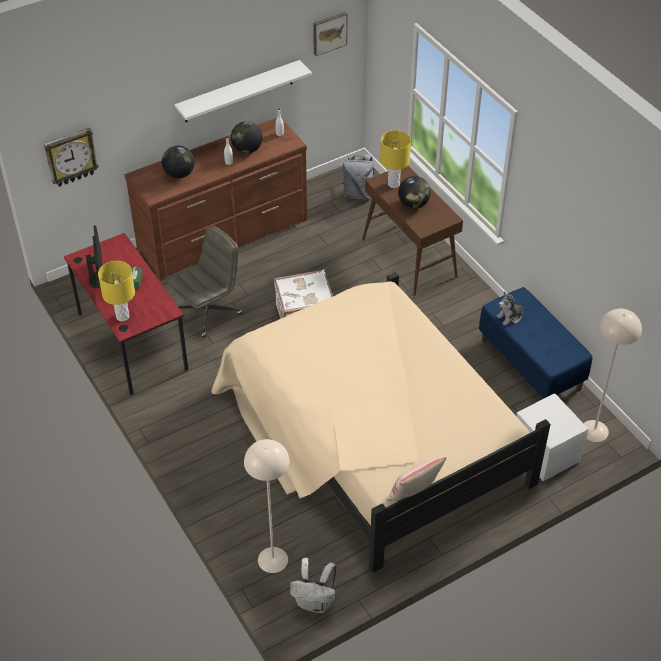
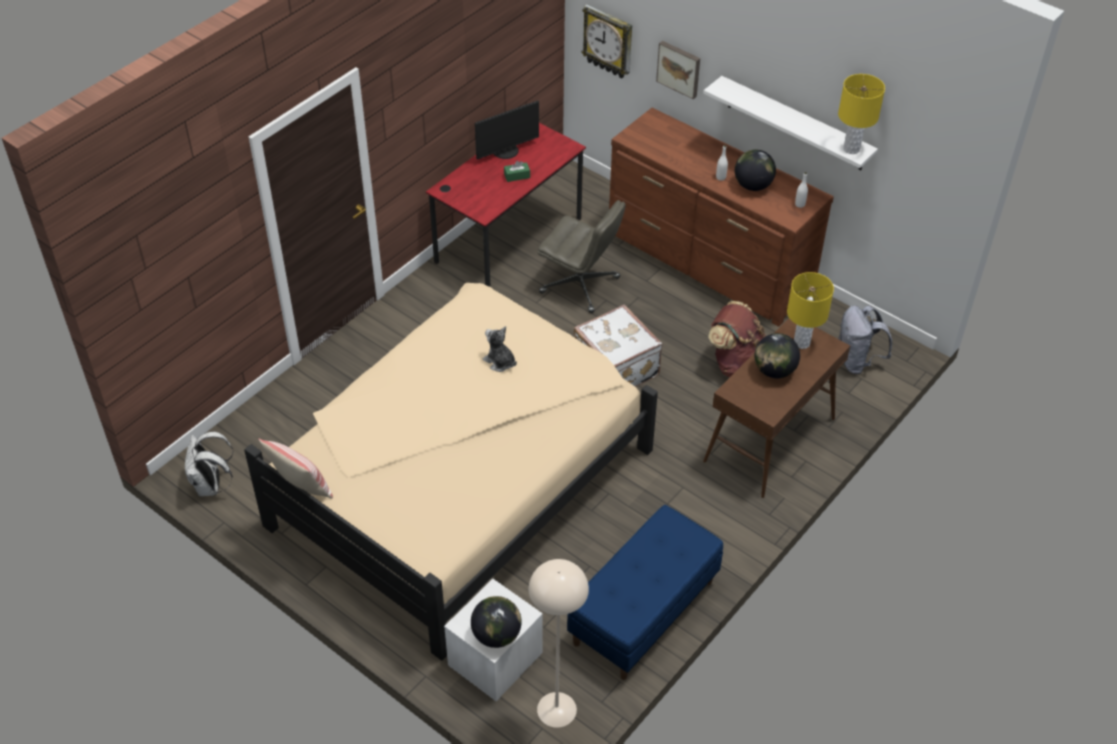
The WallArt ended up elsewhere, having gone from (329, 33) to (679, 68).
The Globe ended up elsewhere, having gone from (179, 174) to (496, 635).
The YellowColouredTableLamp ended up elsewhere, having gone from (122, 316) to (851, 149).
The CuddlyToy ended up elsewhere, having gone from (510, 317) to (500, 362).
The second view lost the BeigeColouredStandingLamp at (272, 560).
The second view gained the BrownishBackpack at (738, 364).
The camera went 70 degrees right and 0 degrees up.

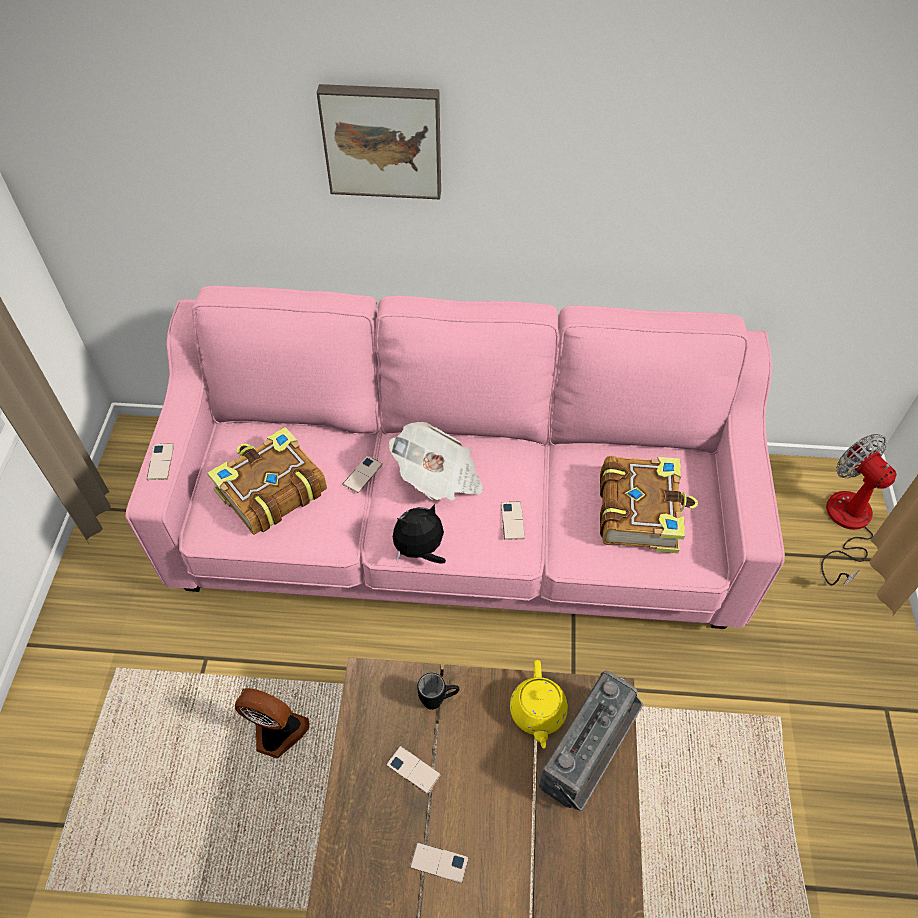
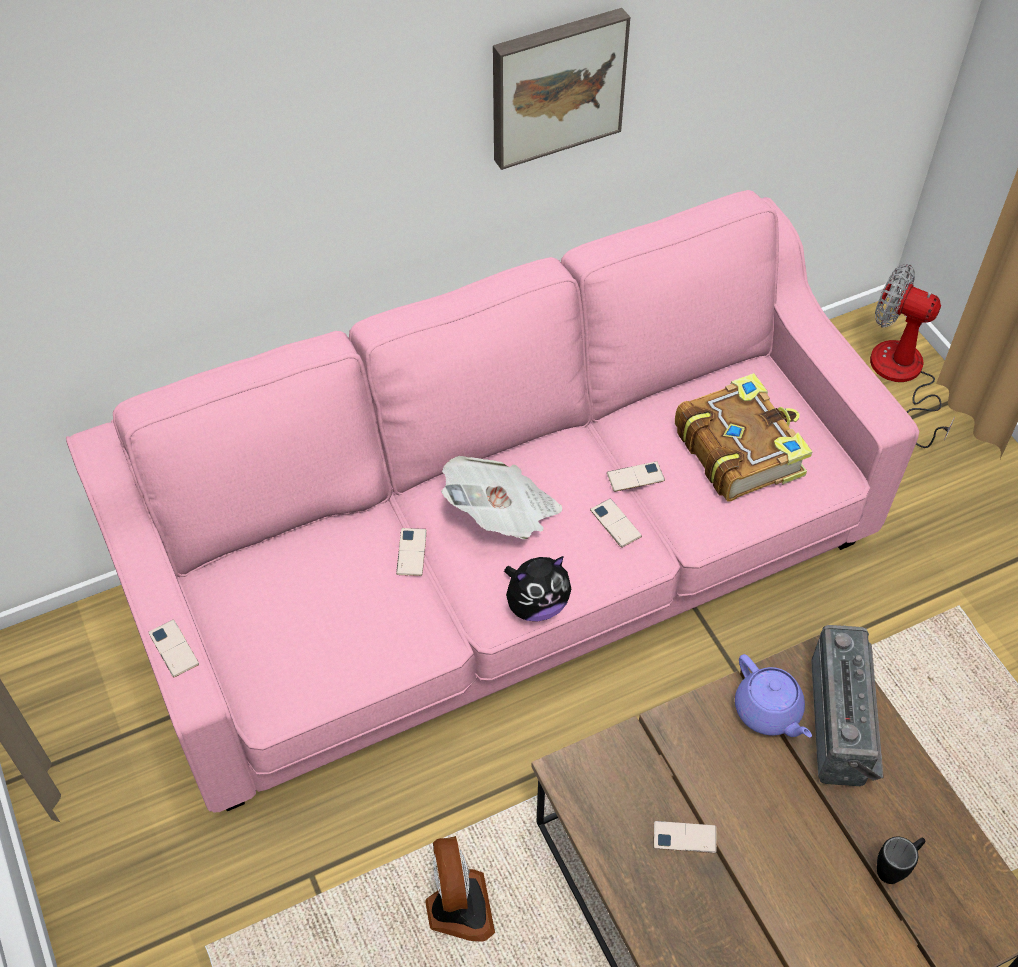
The WallArt ended up elsewhere, having gone from (383, 140) to (556, 85).
The second view lost the BoundBook at (270, 491).
The CuddlyToy at (420, 551) ended up facing another way, 150 degrees counterclockwise from before.
What was the YellowColouredTeapot at (537, 713) turned into the PurpleTeapot at (768, 712).
The BlackCoffeeMug ended up elsewhere, having gone from (439, 700) to (895, 867).
The Fan at (277, 733) ended up facing another way, 90 degrees clockwise from before.
The Handset ended up elsewhere, having gone from (439, 862) to (635, 477).
The camera went 30 degrees left and 0 degrees up.

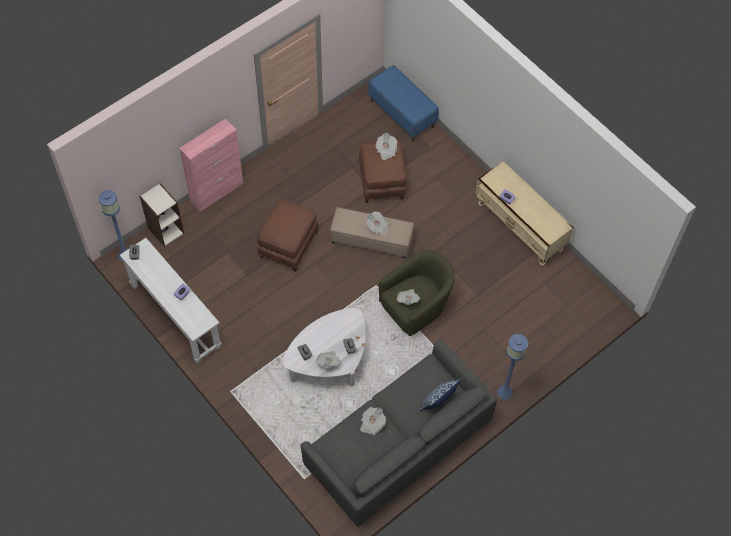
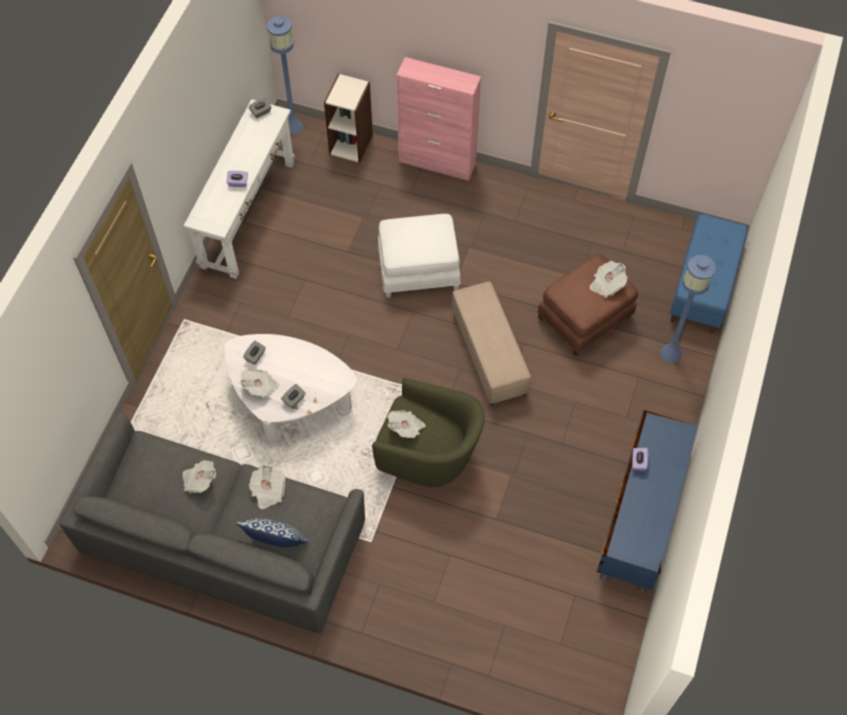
What was the BeigeColouredTvUnit at (519, 226) turned into the BluishTvUnit at (640, 517).
What was the BrownishOttoman at (288, 244) turned into the WhiteColouredOttoman at (418, 269).
The Newspaper ended up elsewhere, having gone from (377, 227) to (268, 491).
The BluishStandingLamp ended up elsewhere, having gone from (504, 392) to (670, 352).
The camera went 60 degrees right and 0 degrees up.

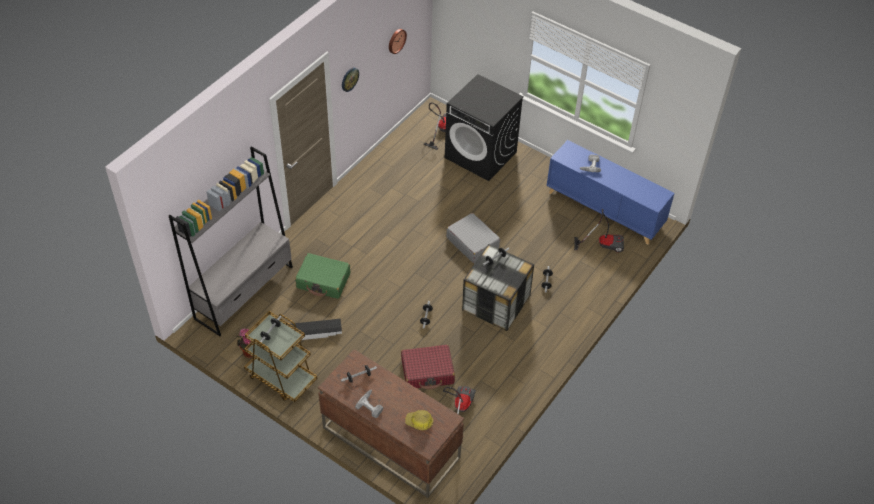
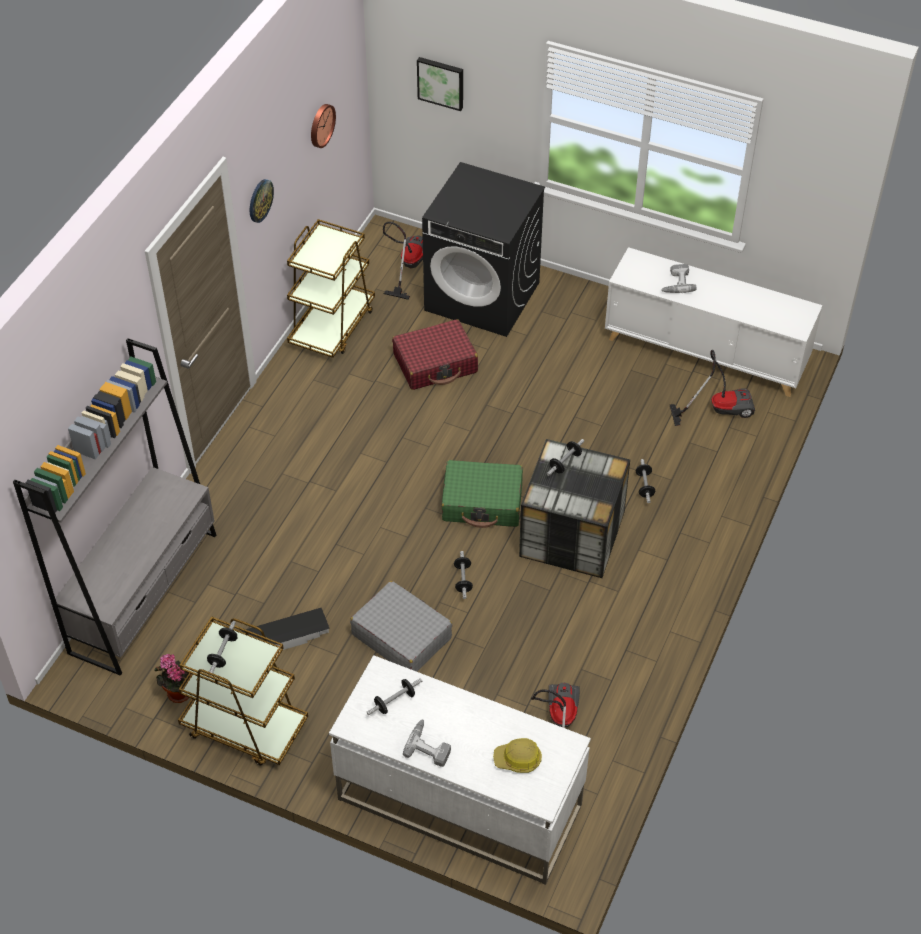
What was the BluishStorageCabinet at (604, 210) turned into the WhiteColouredStorageCabinet at (706, 352).
The GreyPieceOfLuggage ended up elsewhere, having gone from (472, 243) to (401, 636).
The GreenColouredPieceOfLuggage ended up elsewhere, having gone from (323, 281) to (482, 502).
The ReddishPieceOfLuggage ended up elsewhere, having gone from (427, 372) to (435, 363).
What was the BrownishDeskUnit at (390, 442) turned into the WhiteColouredDeskUnit at (458, 802).
The second view gained the WallArt at (441, 82).
The second view gained the BrownishCart at (332, 326).
The camera went 10 degrees left and 0 degrees up.

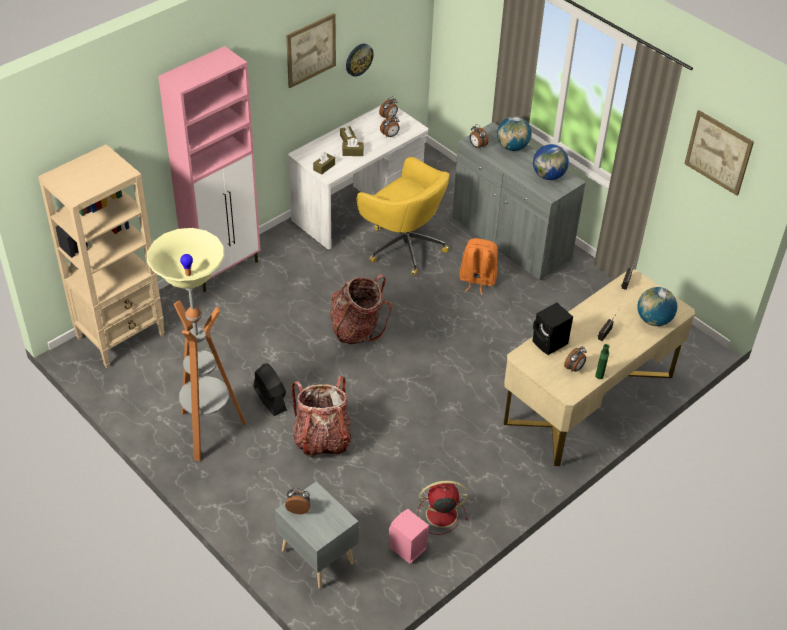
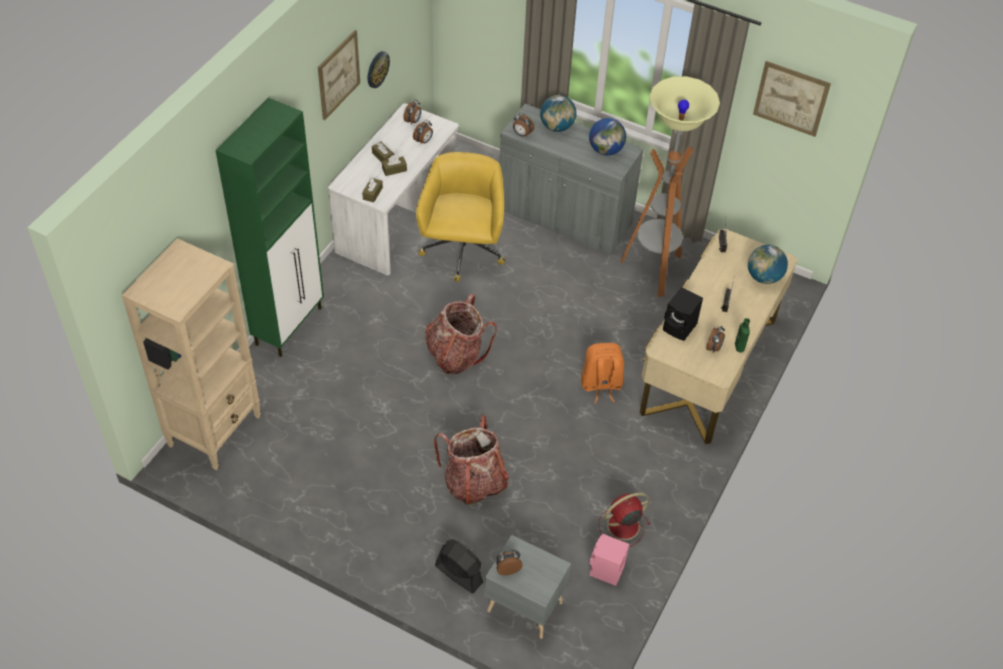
What was the PinkStorageCabinet at (224, 269) turned into the GreenColouredStorageCabinet at (289, 325).
The YellowColouredOfficeChair at (403, 246) ended up facing another way, 105 degrees counterclockwise from before.
The StandingLamp ended up elsewhere, having gone from (208, 431) to (653, 270).
The OrangeyBackpack ended up elsewhere, having gone from (477, 280) to (601, 385).
The BlackFan ended up elsewhere, having gone from (270, 399) to (459, 574).
The camera went 20 degrees left and 5 degrees up.

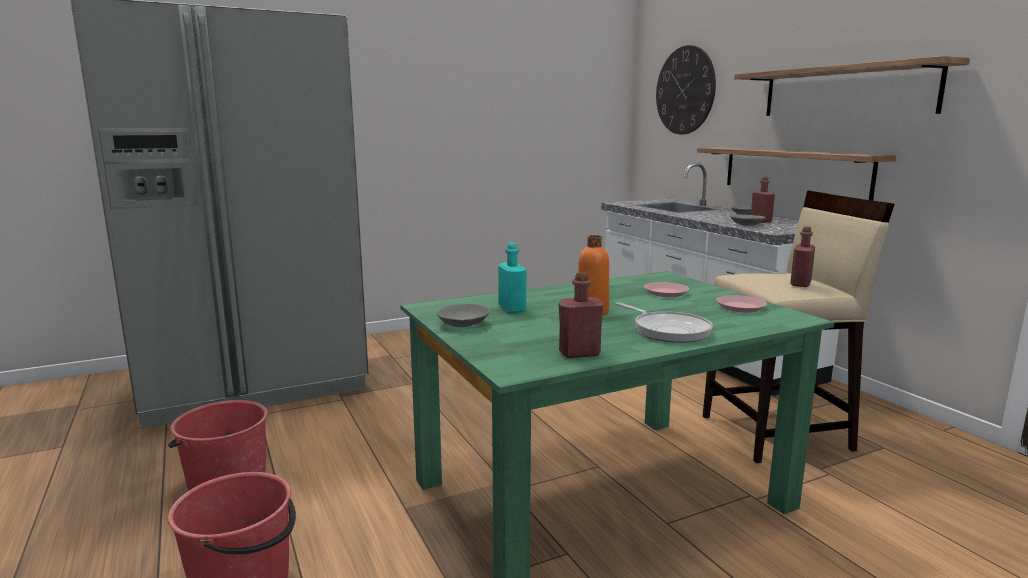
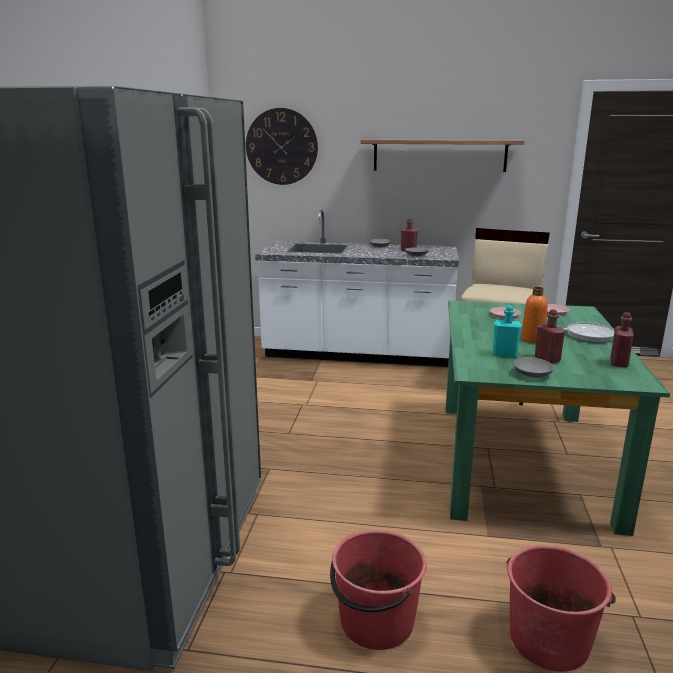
The second view lost the Shelf at (794, 171).
The ReddishBeverageBottle ended up elsewhere, having gone from (800, 284) to (547, 359).
The camera went 55 degrees left and 5 degrees up.

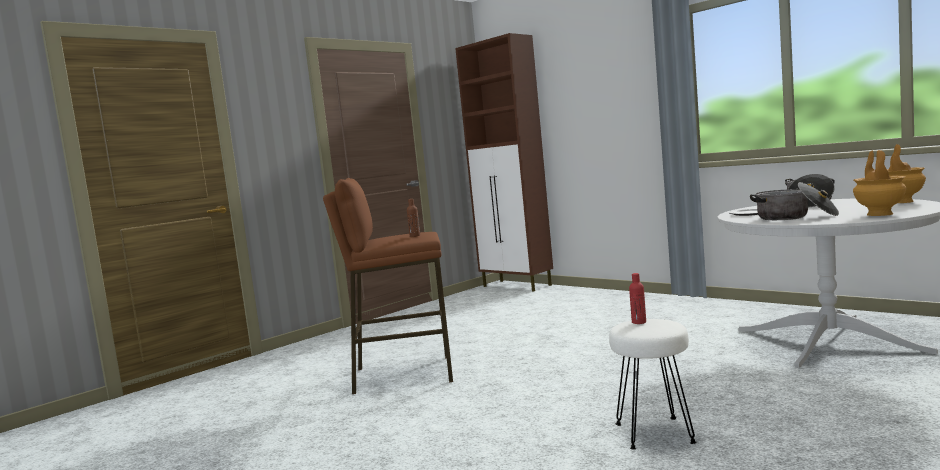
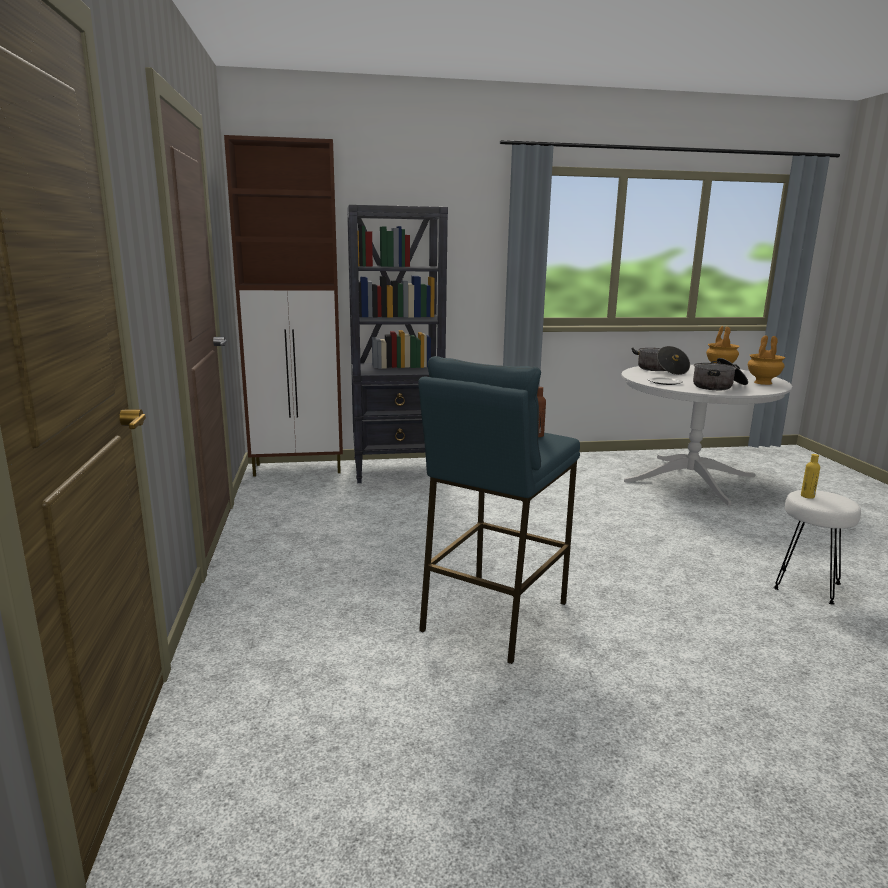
What was the BrownishStoolSeat at (402, 374) turned into the BluishStoolSeat at (492, 616).
What was the ReddishBeverageBottle at (639, 322) turned into the YellowColouredBeverageBottle at (807, 496).
The second view gained the BlackBookshelf at (398, 471).
The camera went 55 degrees left and 10 degrees up.

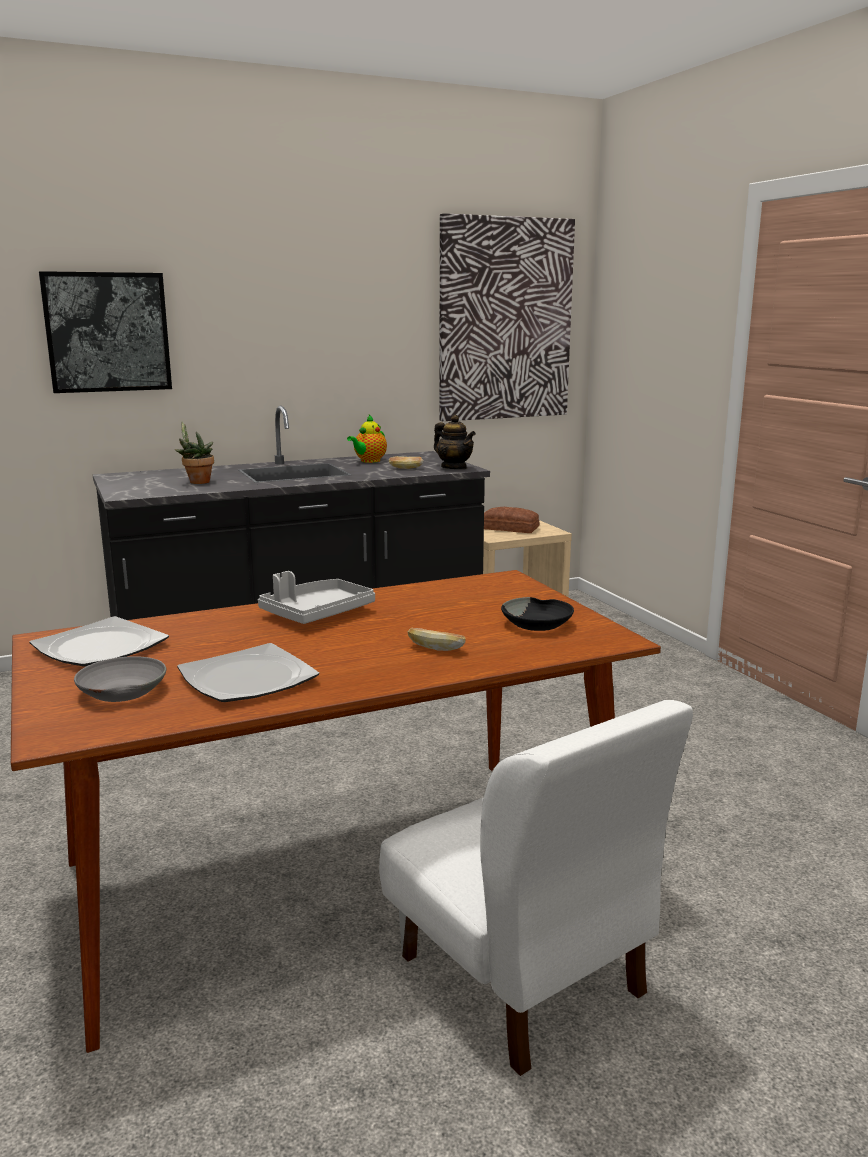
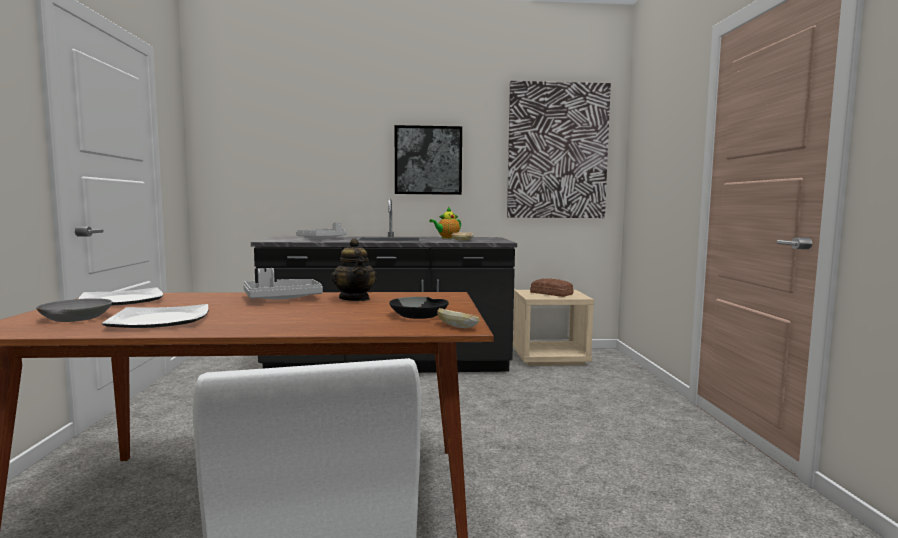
The WallArt ended up elsewhere, having gone from (107, 332) to (428, 160).
The Teapot ended up elsewhere, having gone from (454, 468) to (355, 299).
Where the PlantInAPot stood at (197, 482), the GreyCarryingTray came to stand at (322, 239).
The BakeryBread ended up elsewhere, having gone from (436, 649) to (457, 327).
The camera went 20 degrees right and 10 degrees down.

